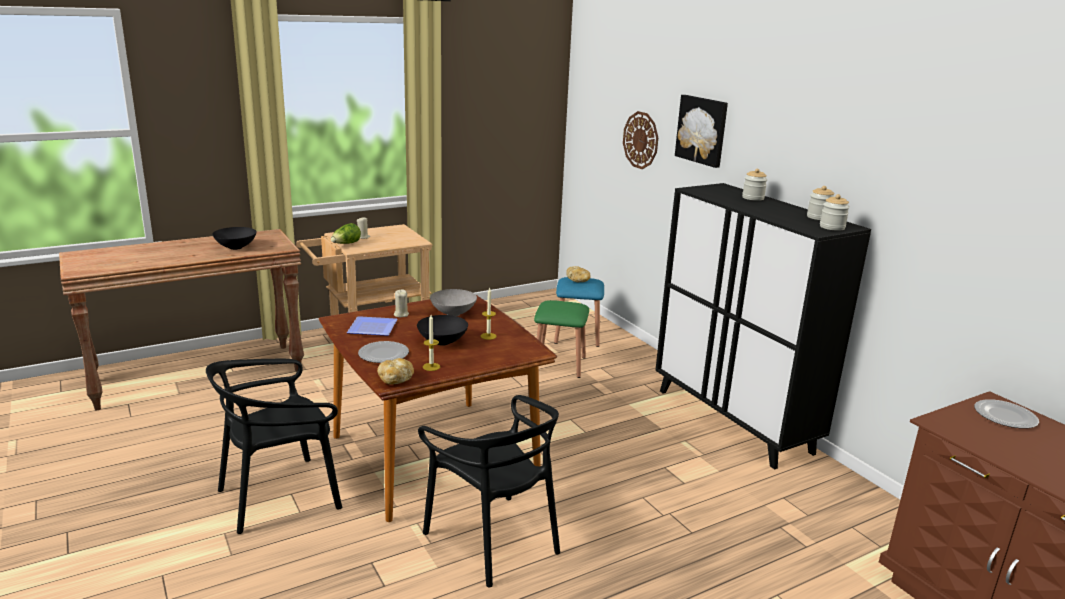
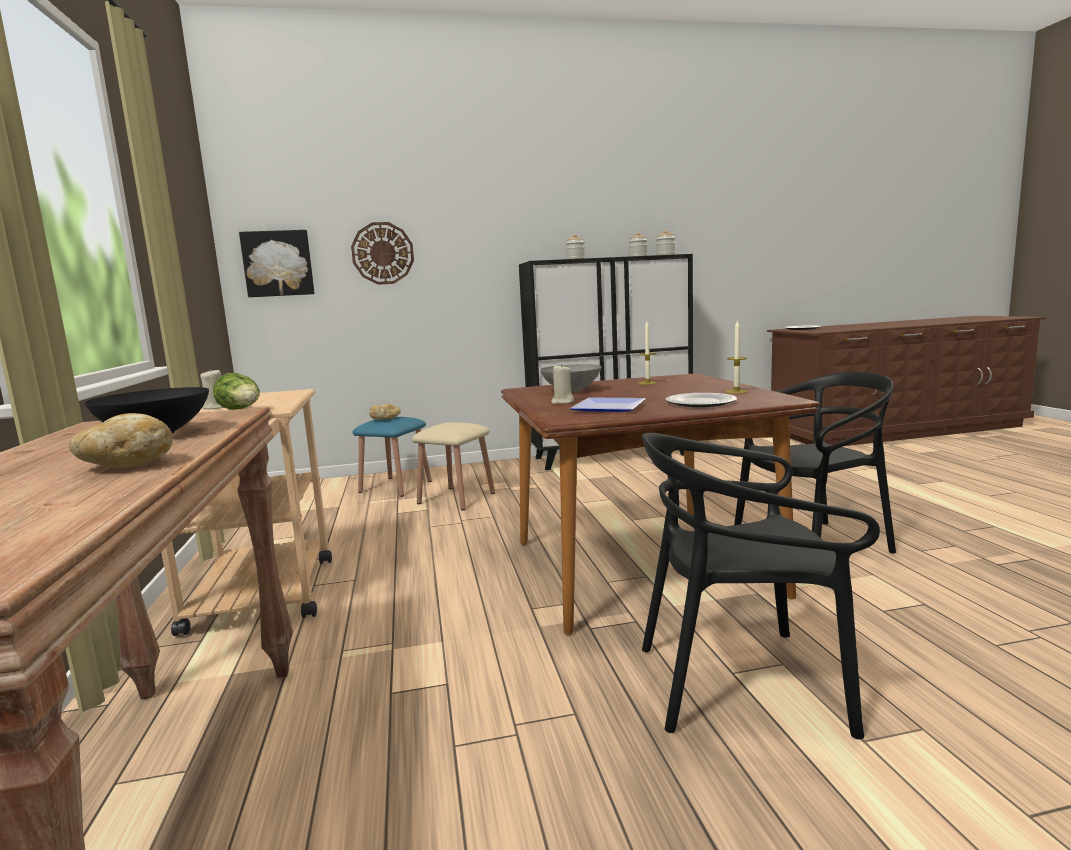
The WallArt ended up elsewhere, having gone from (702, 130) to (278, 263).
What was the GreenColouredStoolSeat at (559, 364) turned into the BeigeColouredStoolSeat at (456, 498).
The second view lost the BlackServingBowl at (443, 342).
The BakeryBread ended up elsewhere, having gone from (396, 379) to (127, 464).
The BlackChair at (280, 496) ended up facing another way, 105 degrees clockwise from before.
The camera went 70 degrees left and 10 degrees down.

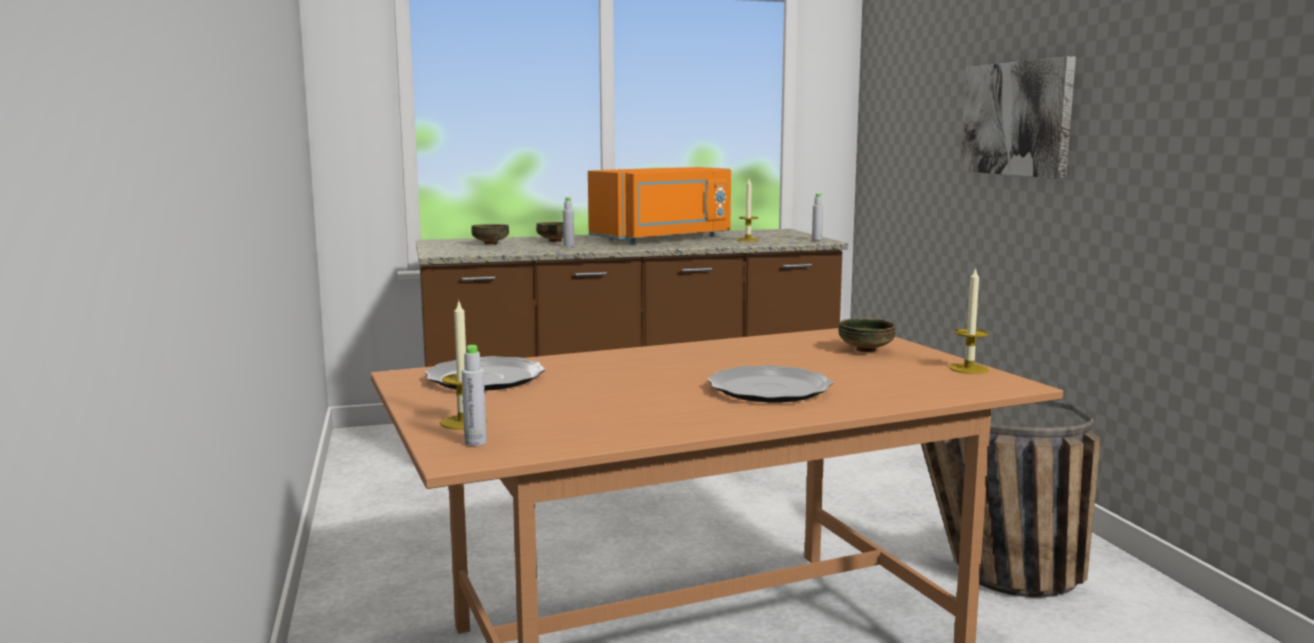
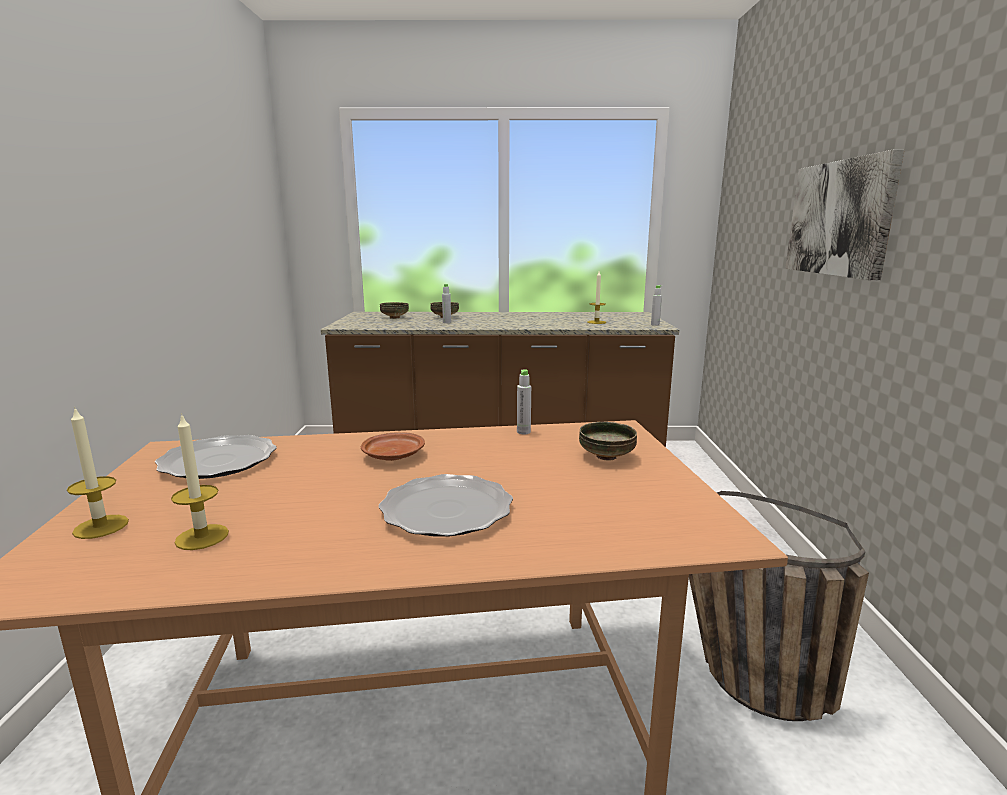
The second view lost the OrangeyMicrowaveOven at (664, 238).
The WaxCandle ended up elsewhere, having gone from (969, 369) to (202, 537).
The GreyBeverageBottle ended up elsewhere, having gone from (475, 442) to (523, 432).
The second view gained the BrownishDinnerPlate at (393, 456).
The camera went 15 degrees right and 5 degrees up.

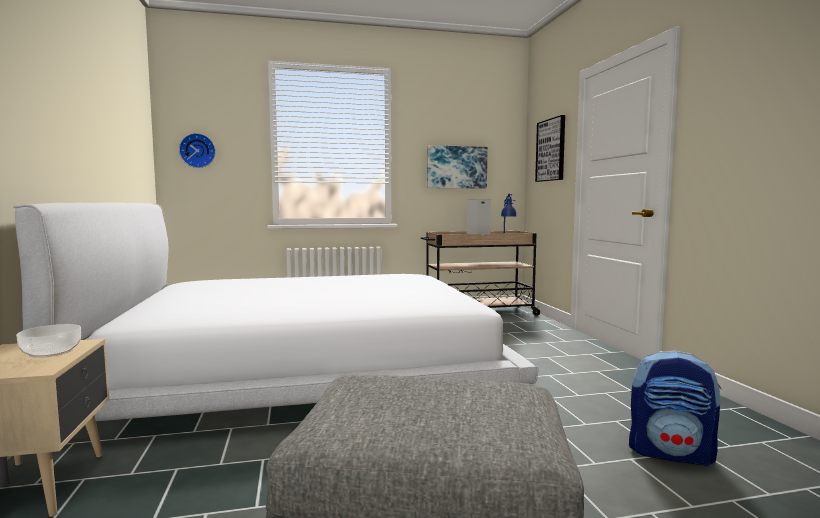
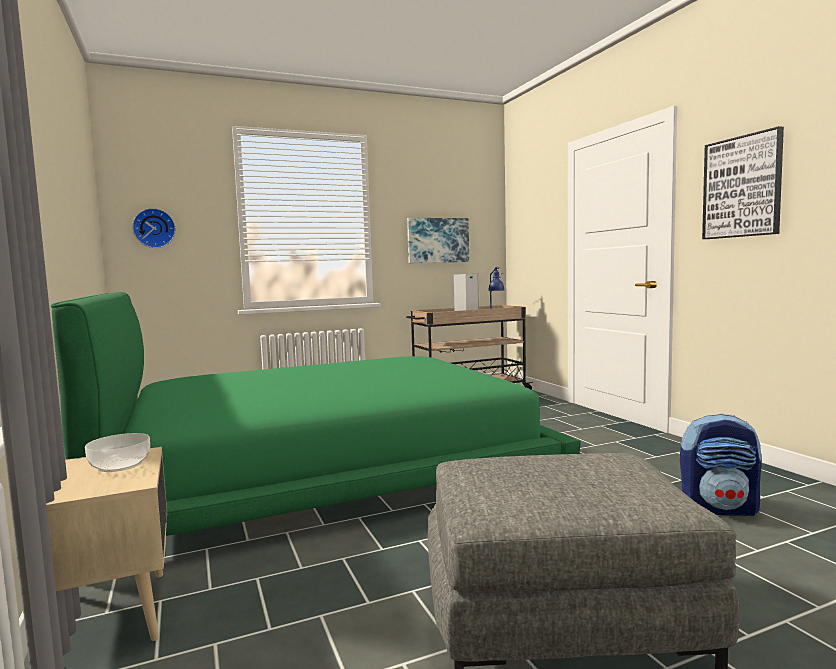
The WallArt ended up elsewhere, having gone from (551, 150) to (742, 187).
What was the WhiteColouredBed at (304, 367) turned into the GreenColouredBed at (322, 463).
The camera went 10 degrees left and 0 degrees up.

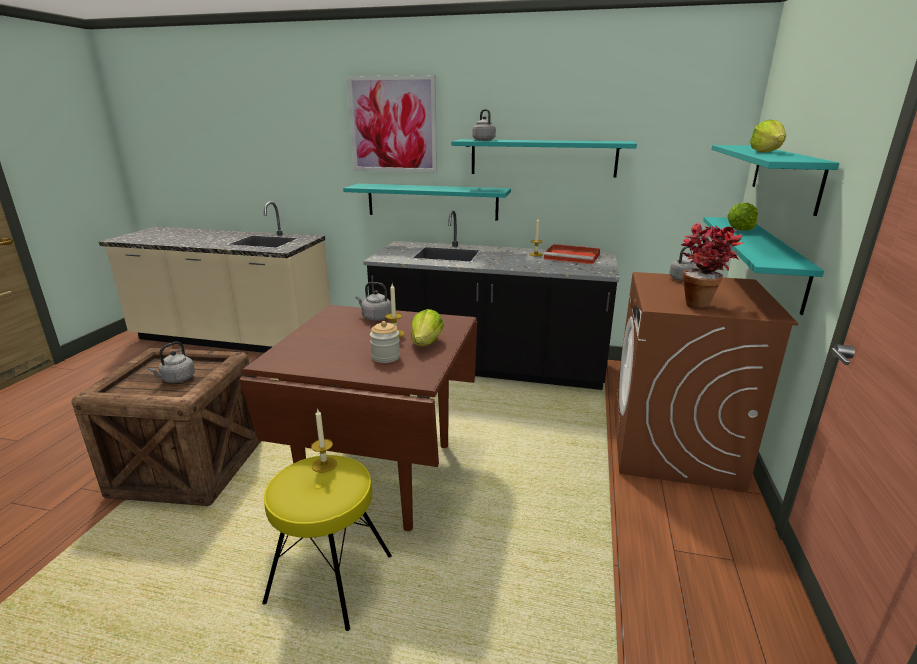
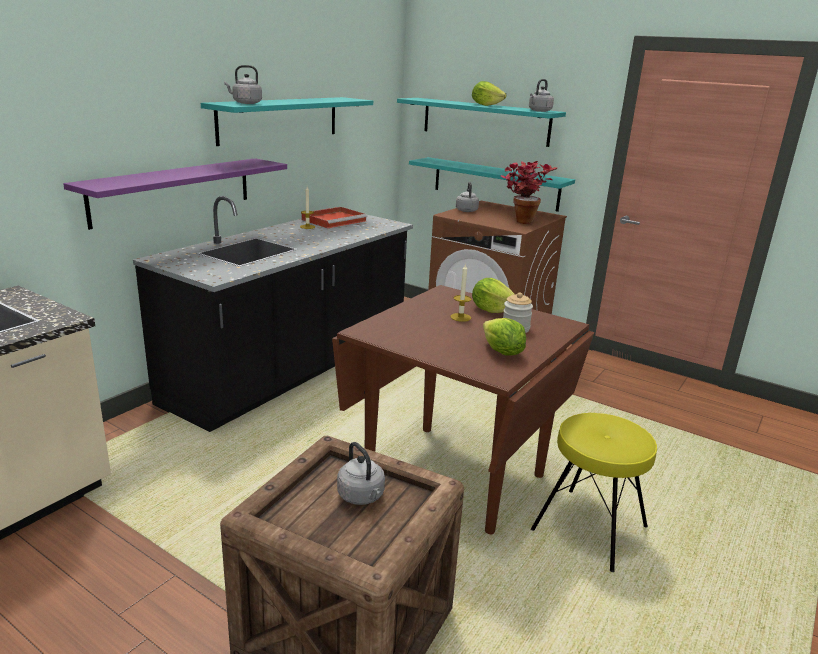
The second view lost the WallArt at (393, 125).
What was the BlueGreenShelf at (432, 201) turned into the PurpleShelf at (173, 191).
The LettuceHead ended up elsewhere, having gone from (740, 230) to (501, 352).
The GreyKettle ended up elsewhere, having gone from (375, 317) to (539, 111).
The second view lost the WaxCandle at (324, 465).
The camera went 70 degrees left and 0 degrees up.

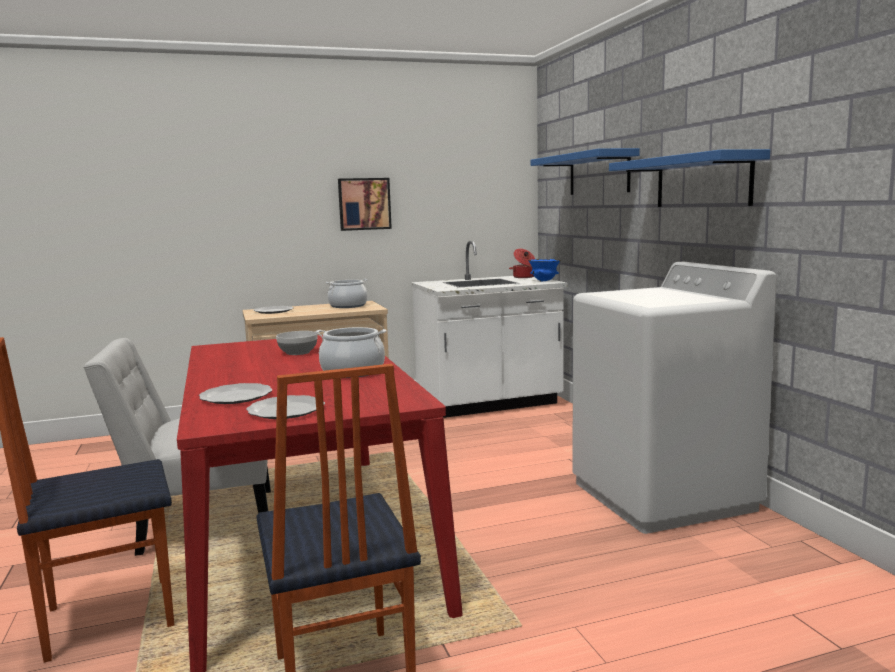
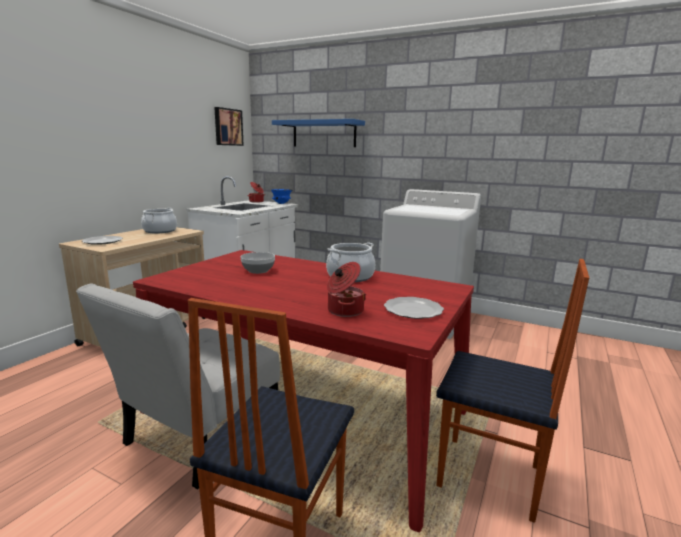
The second view lost the BluishShelf at (702, 181).
The WallArt ended up elsewhere, having gone from (364, 204) to (227, 127).
Where the DinnerPlate stood at (235, 397), the CookingPot came to stand at (344, 311).
The camera went 45 degrees left and 5 degrees up.

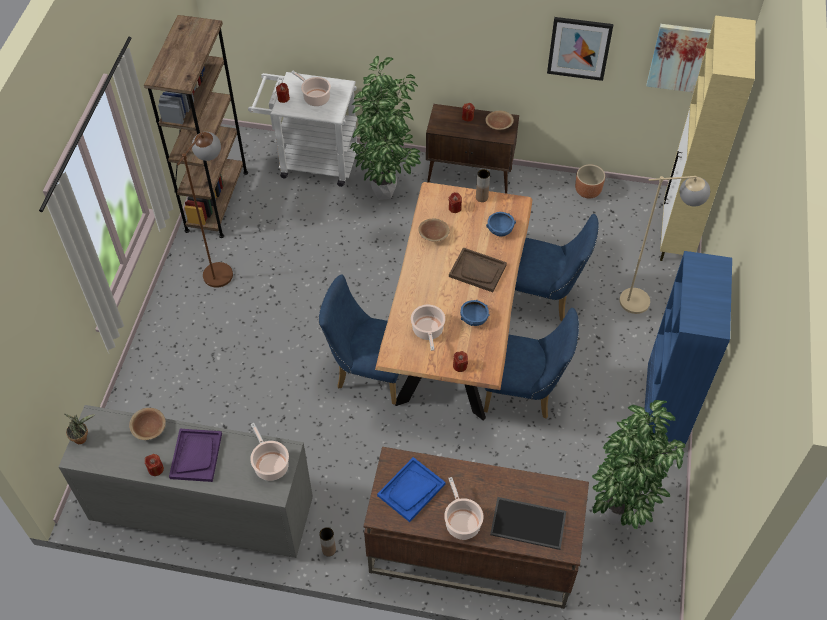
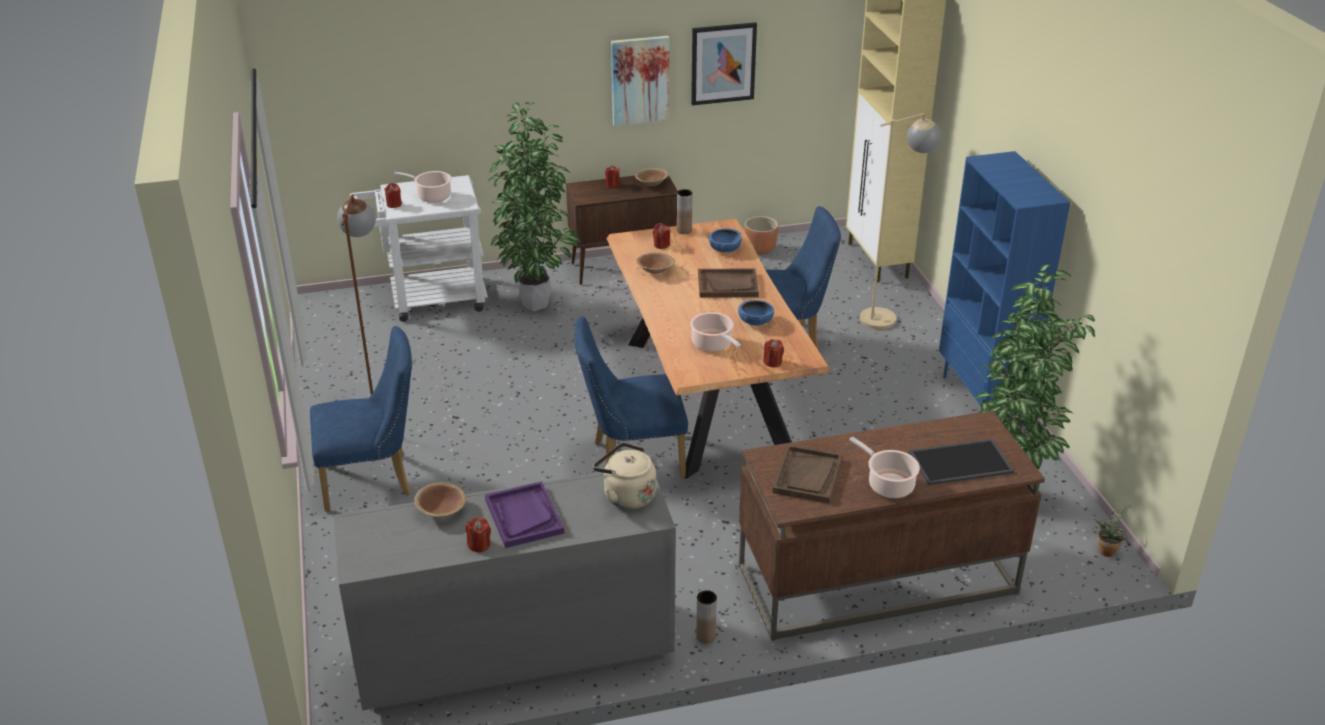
The second view lost the BrownishBookshelf at (217, 201).
The WallArt ended up elsewhere, having gone from (679, 57) to (640, 80).
The BluishChair ended up elsewhere, having gone from (524, 394) to (374, 480).
The PlantInAPot ended up elsewhere, having gone from (82, 437) to (1107, 550).
Where the CookingPot stood at (270, 464), the BeigeColouredKettle came to stand at (626, 495).
What was the BluishCarryingTray at (411, 490) turned into the BrownishCarryingTray at (807, 476).
The camera went 25 degrees left and 20 degrees down.

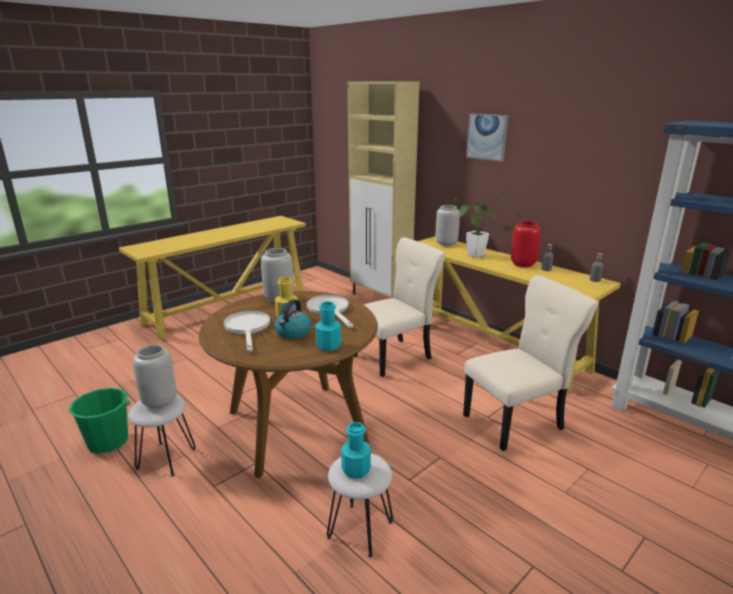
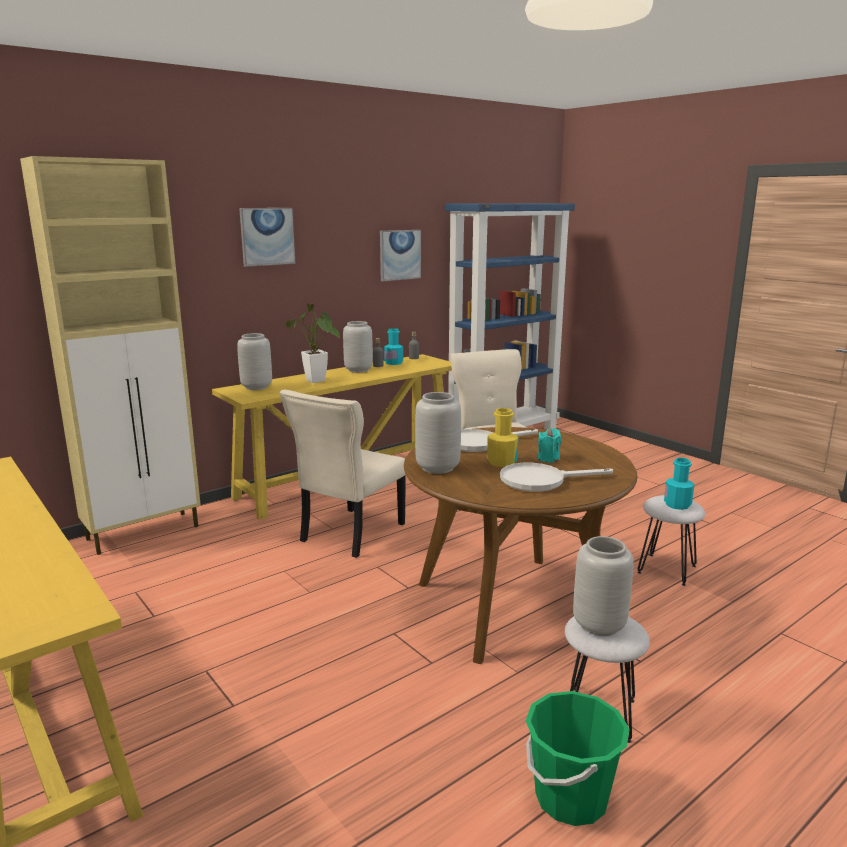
What was the ReddishDecorativeVase at (522, 264) turned into the GreyDecorativeVase at (358, 370).
The BeigeColouredChair at (395, 356) ended up facing another way, 120 degrees counterclockwise from before.
Where the Kettle stood at (293, 333), the BlueGreenWaxCandle came to stand at (548, 459).
The BlueGreenBeverageBottle ended up elsewhere, having gone from (328, 345) to (393, 363).
The second view gained the WallArt at (399, 255).
The camera went 85 degrees left and 5 degrees down.

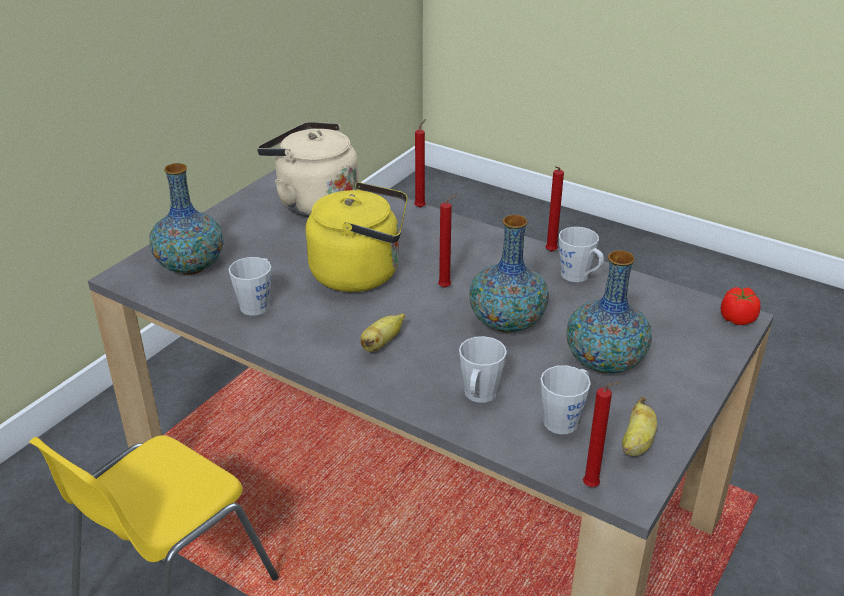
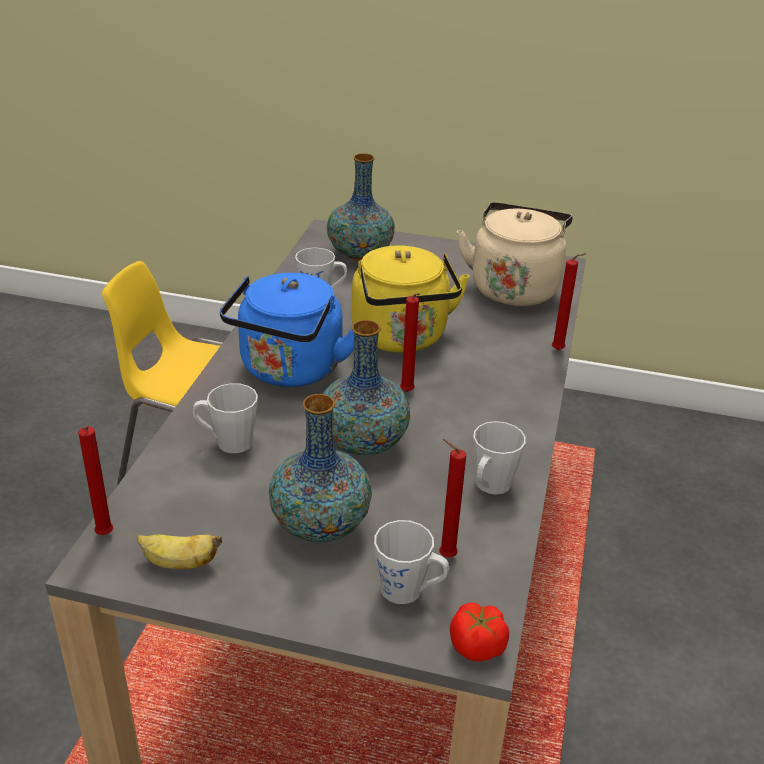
The ReddishWaxCandle ended up elsewhere, having gone from (550, 252) to (444, 555).
Where the BananaFruit stood at (381, 343), the BluishKettle came to stand at (289, 371).
The GreyCoffeeMug ended up elsewhere, having gone from (565, 418) to (409, 591).
The camera went 70 degrees right and 0 degrees up.

